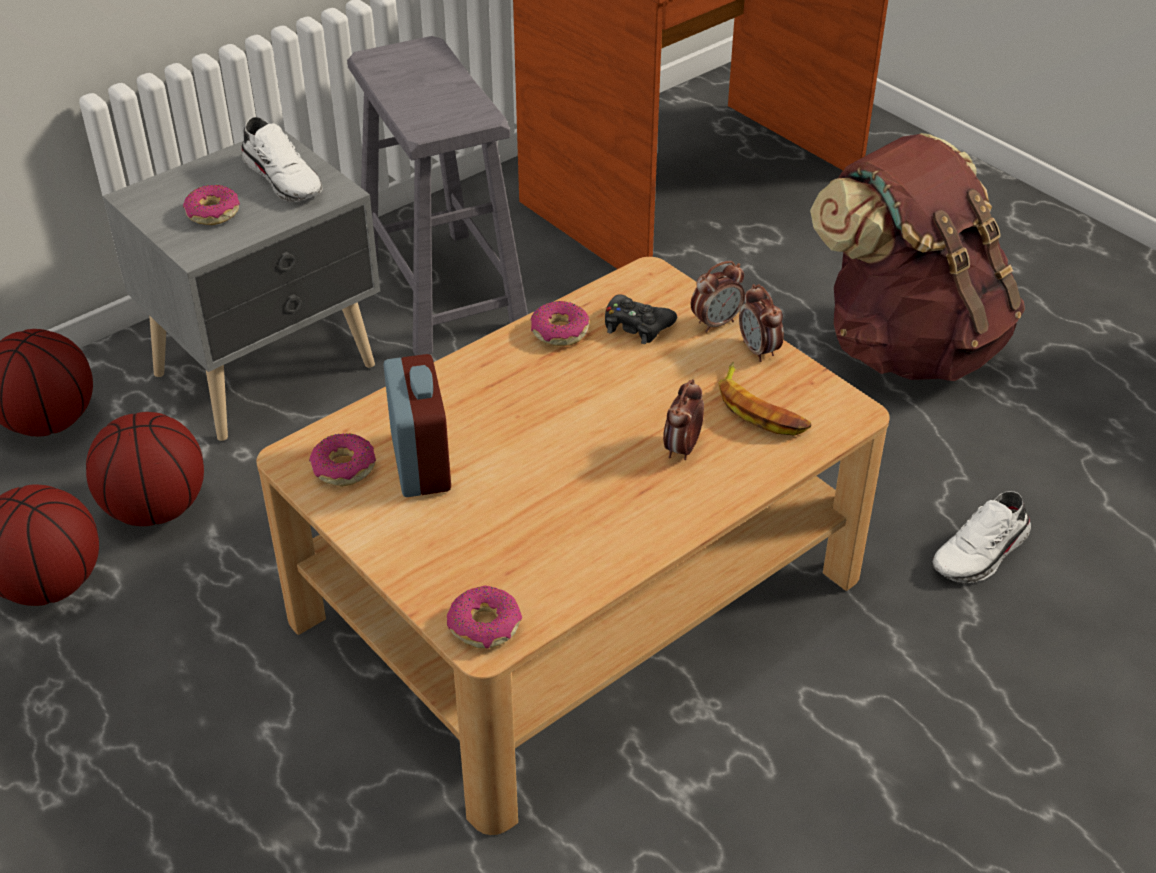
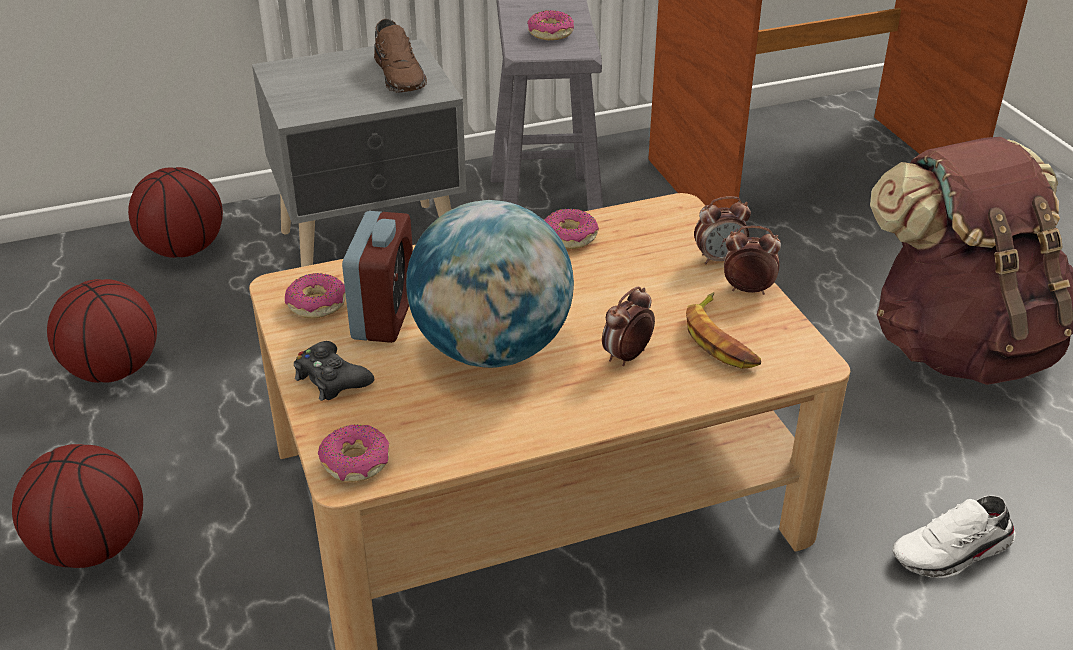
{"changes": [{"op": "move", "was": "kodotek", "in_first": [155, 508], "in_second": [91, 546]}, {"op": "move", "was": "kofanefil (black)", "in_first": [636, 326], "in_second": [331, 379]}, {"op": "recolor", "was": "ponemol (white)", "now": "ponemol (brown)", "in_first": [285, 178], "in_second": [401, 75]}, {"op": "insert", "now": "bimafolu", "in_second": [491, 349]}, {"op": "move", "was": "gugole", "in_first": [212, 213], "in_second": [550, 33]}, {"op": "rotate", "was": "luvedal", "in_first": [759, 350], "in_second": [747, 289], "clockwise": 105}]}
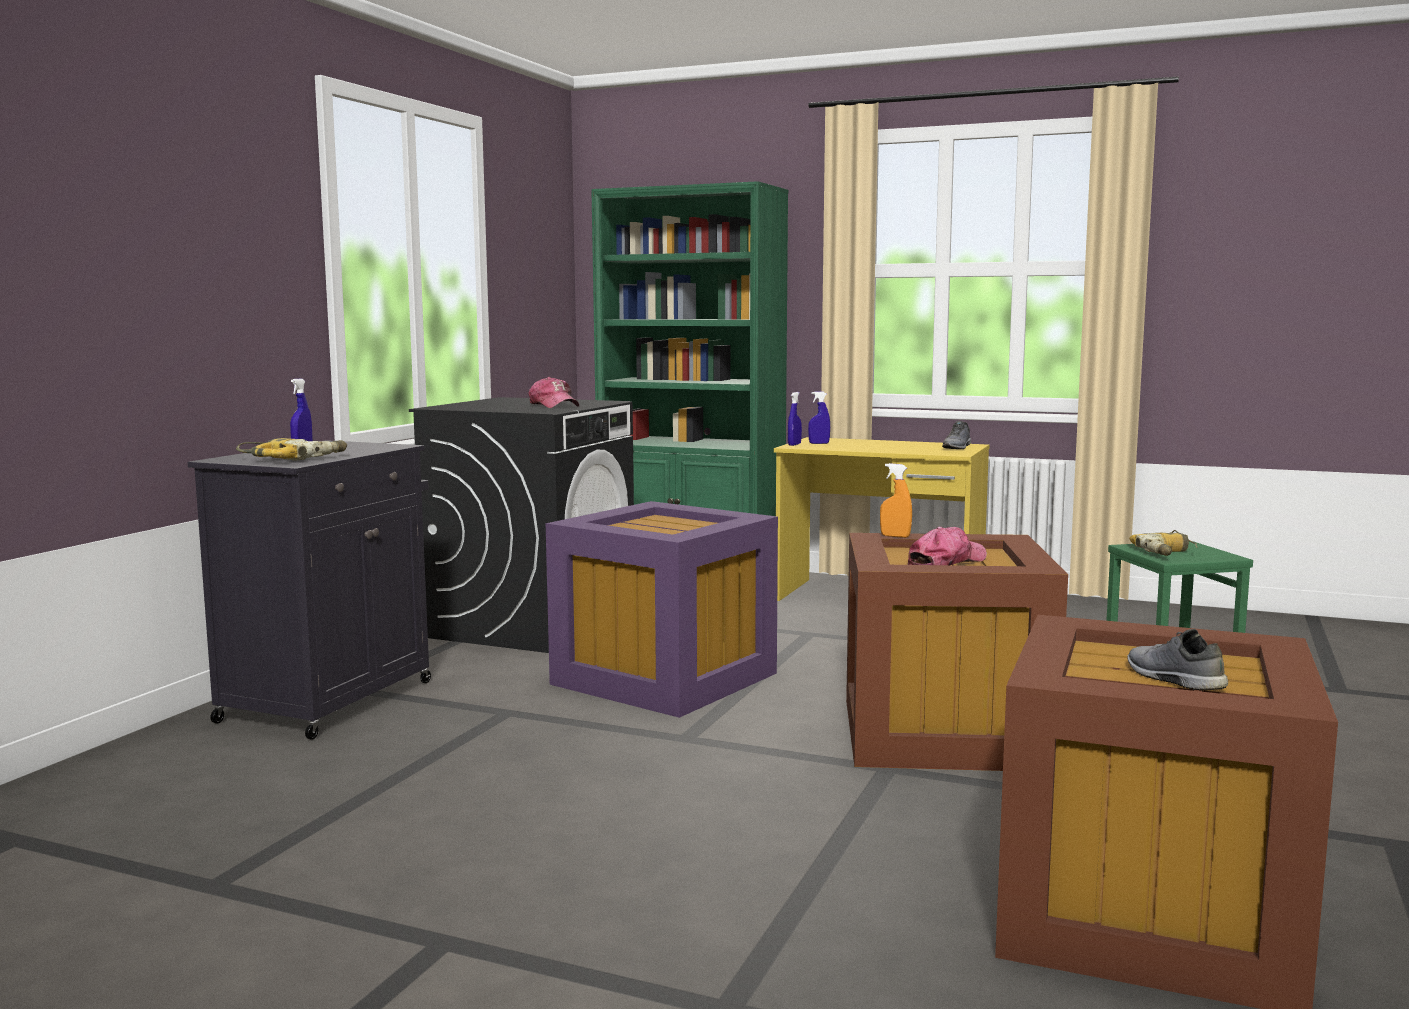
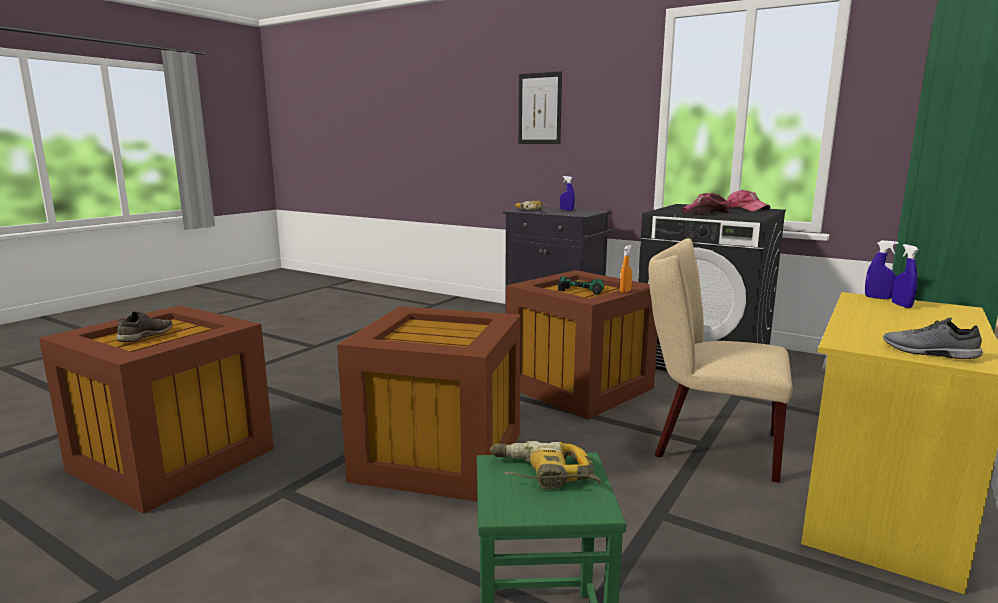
{"changes": [{"op": "rotate", "was": "ponemol (grey)", "in_first": [1172, 679], "in_second": [145, 336], "clockwise": -60}, {"op": "recolor", "was": "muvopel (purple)", "now": "muvopel (brown)", "in_first": [664, 677], "in_second": [582, 387]}, {"op": "insert", "now": "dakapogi", "in_second": [539, 108]}, {"op": "insert", "now": "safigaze", "in_second": [580, 292]}, {"op": "move", "was": "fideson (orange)", "in_first": [895, 536], "in_second": [625, 291]}, {"op": "insert", "now": "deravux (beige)", "in_second": [708, 445]}, {"op": "move", "was": "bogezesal", "in_first": [946, 562], "in_second": [745, 209]}]}
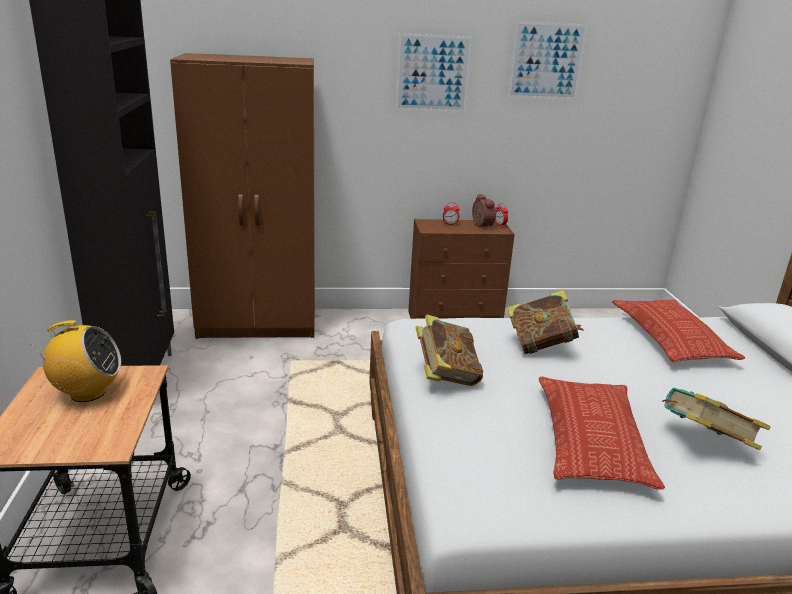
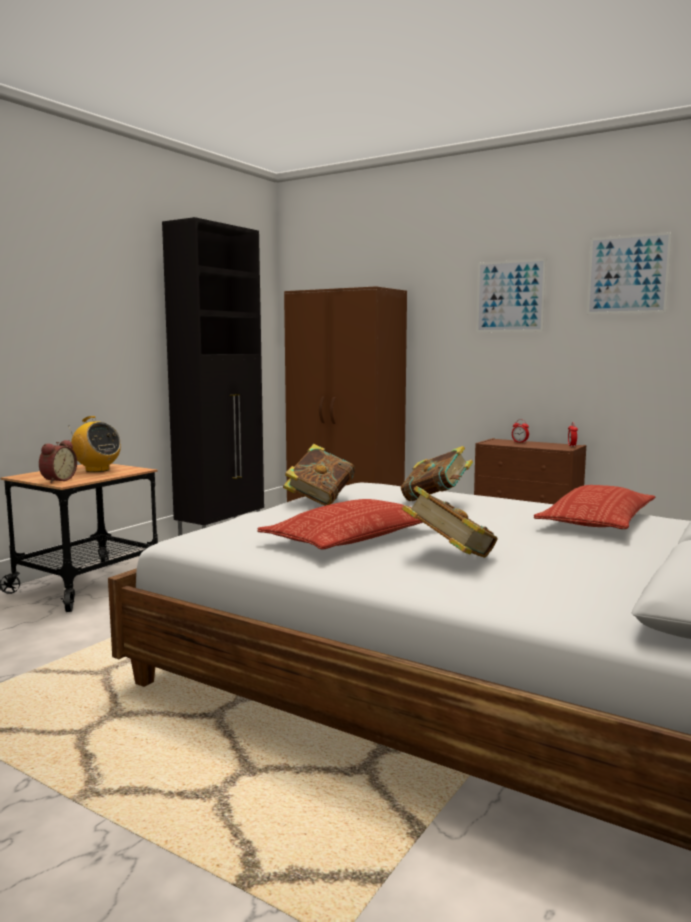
{"changes": [{"op": "move", "was": "luvedal", "in_first": [480, 226], "in_second": [57, 480]}]}
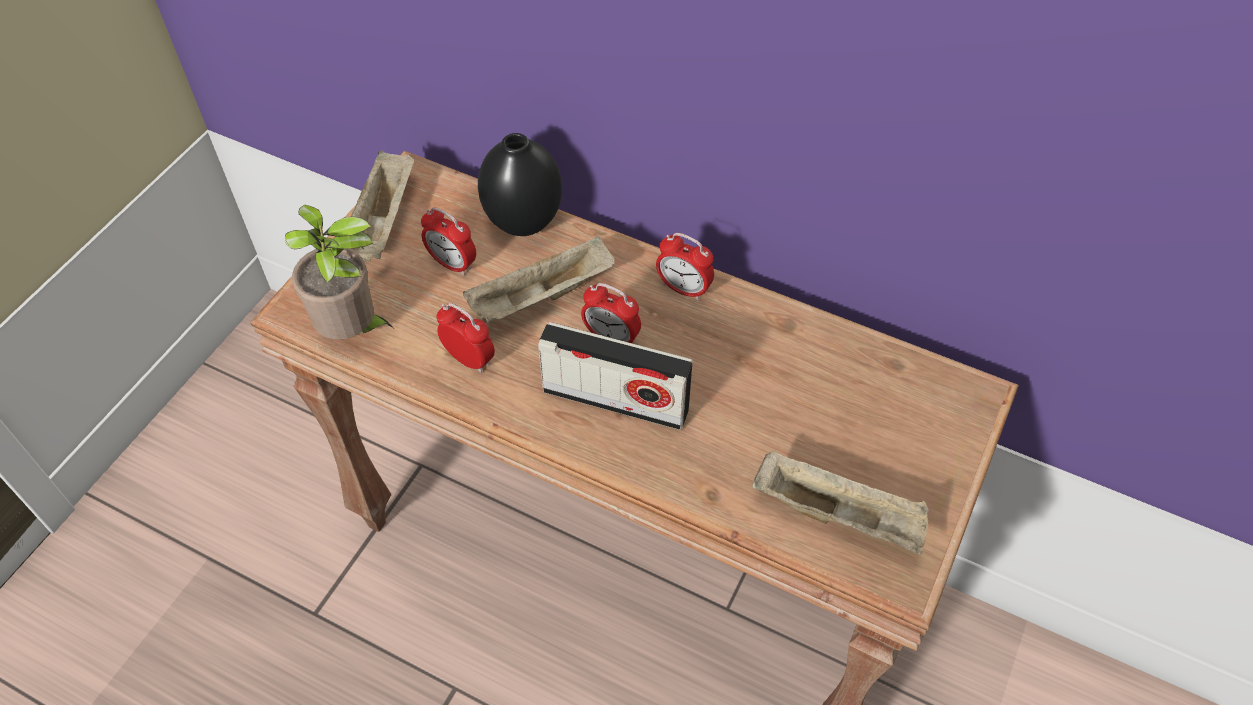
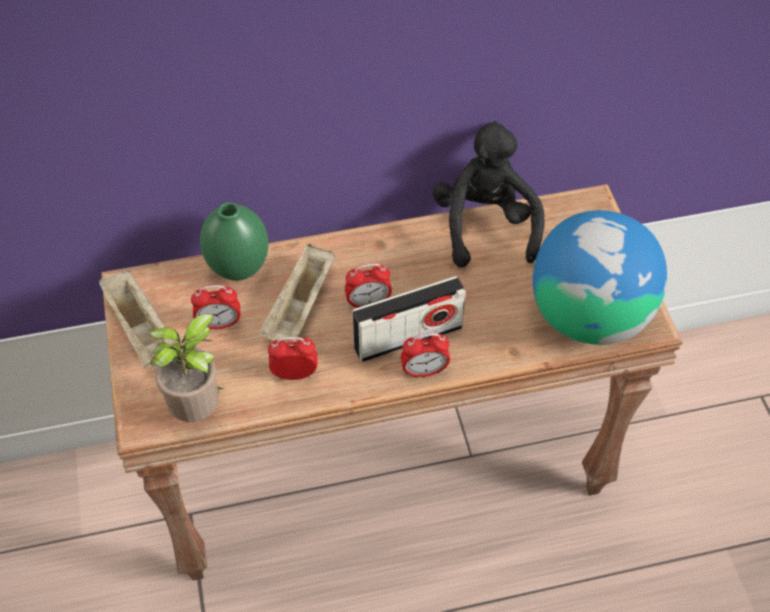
{"changes": [{"op": "recolor", "was": "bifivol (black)", "now": "bifivol (green)", "in_first": [523, 223], "in_second": [238, 268]}, {"op": "move", "was": "luvedal", "in_first": [684, 289], "in_second": [424, 371]}, {"op": "insert", "now": "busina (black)", "in_second": [485, 226]}, {"op": "replace", "was": "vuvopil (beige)", "now": "bimafolu", "in_first": [839, 515], "in_second": [588, 315]}]}
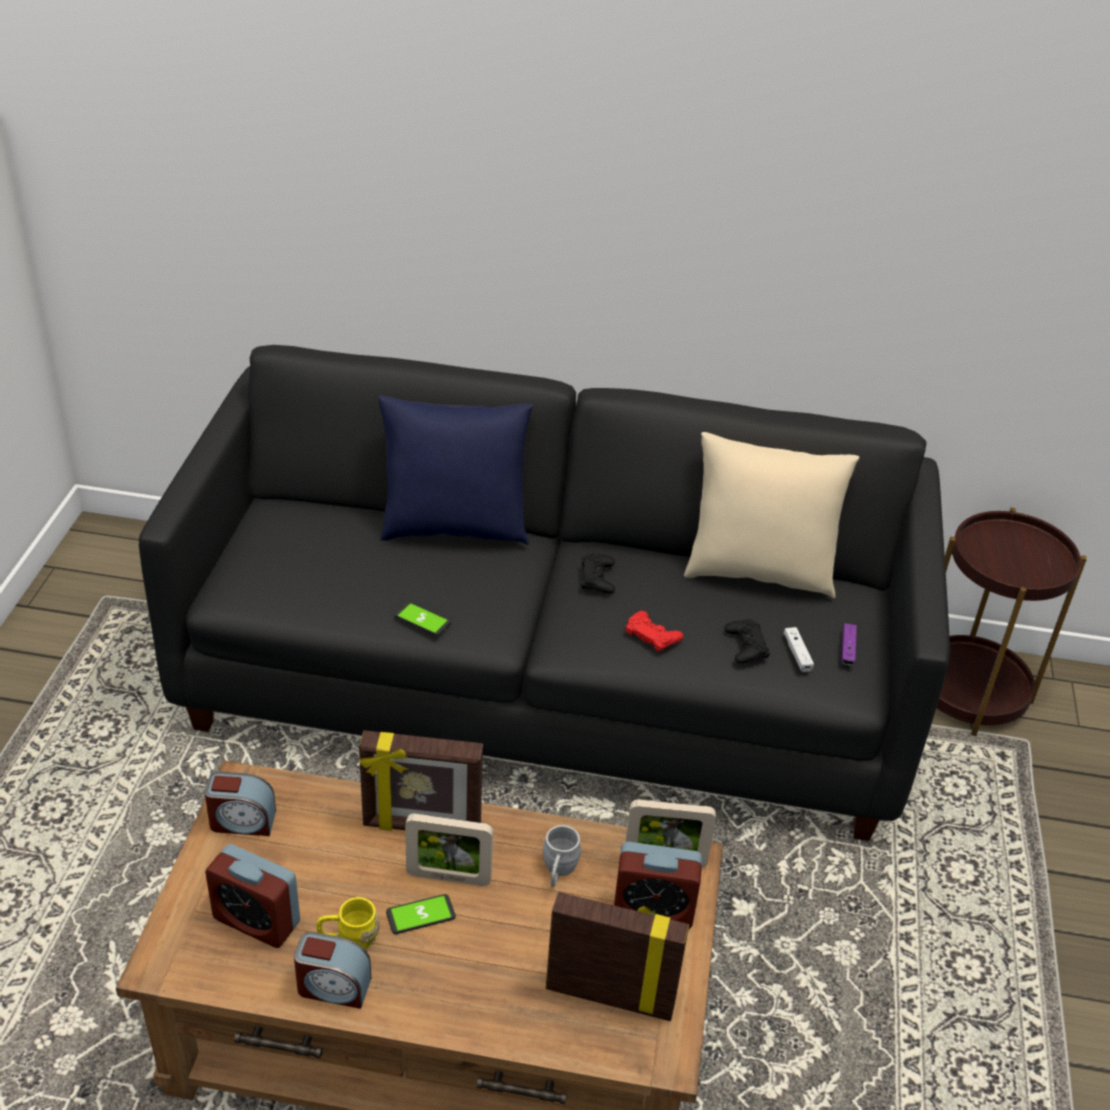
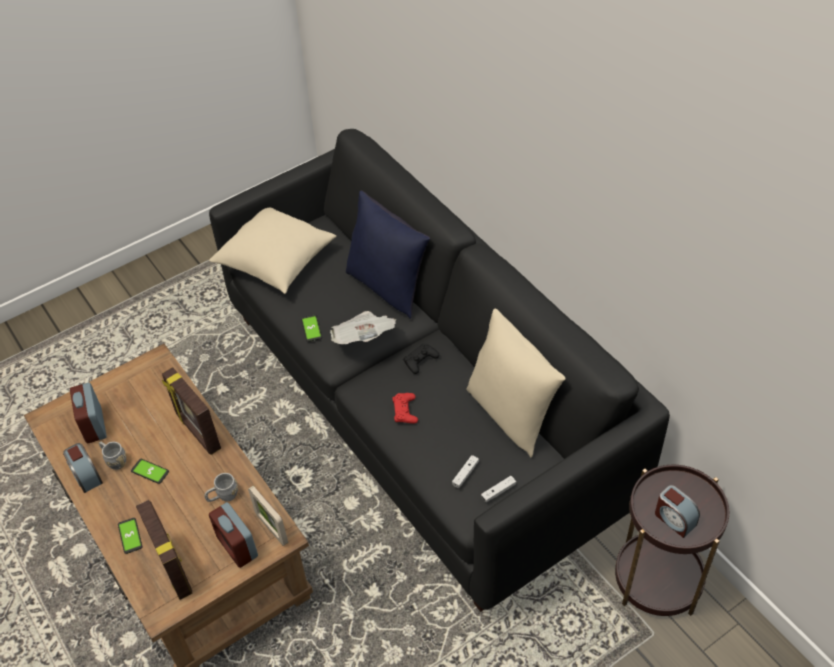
{"changes": [{"op": "recolor", "was": "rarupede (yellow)", "now": "rarupede (grey)", "in_first": [349, 939], "in_second": [114, 460]}, {"op": "insert", "now": "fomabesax", "in_second": [130, 536]}, {"op": "insert", "now": "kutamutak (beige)", "in_second": [275, 262]}, {"op": "insert", "now": "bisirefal", "in_second": [364, 339]}, {"op": "recolor", "was": "kofanefil (purple)", "now": "kofanefil (white)", "in_first": [847, 649], "in_second": [498, 491]}, {"op": "move", "was": "luvedal", "in_first": [242, 821], "in_second": [674, 519]}, {"op": "delete", "was": "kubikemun", "in_first": [448, 877]}, {"op": "delete", "was": "kofanefil (black)", "in_first": [746, 646]}]}
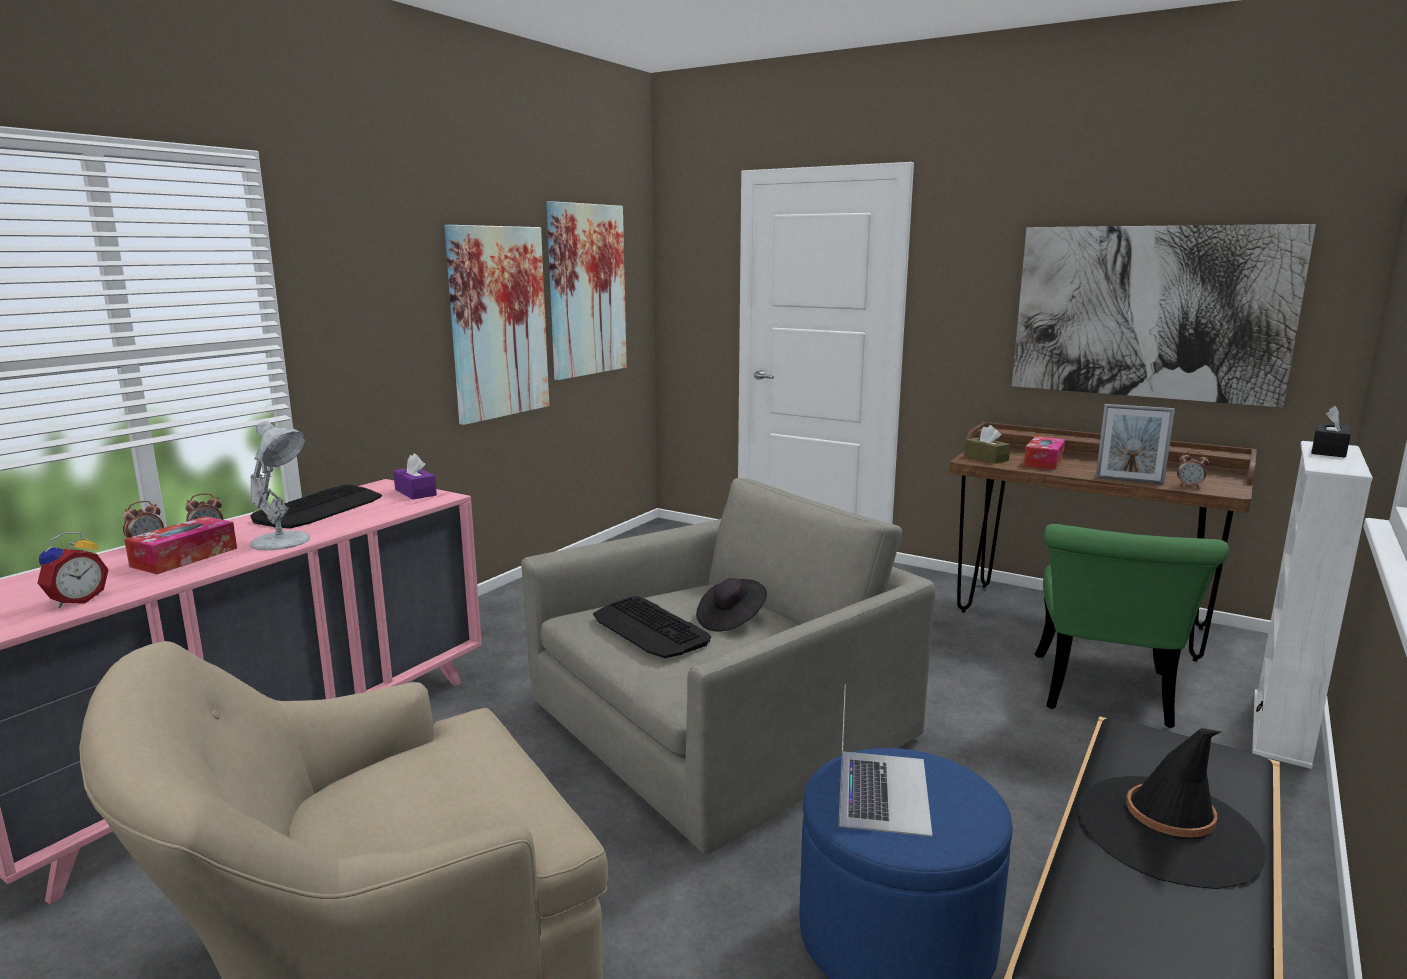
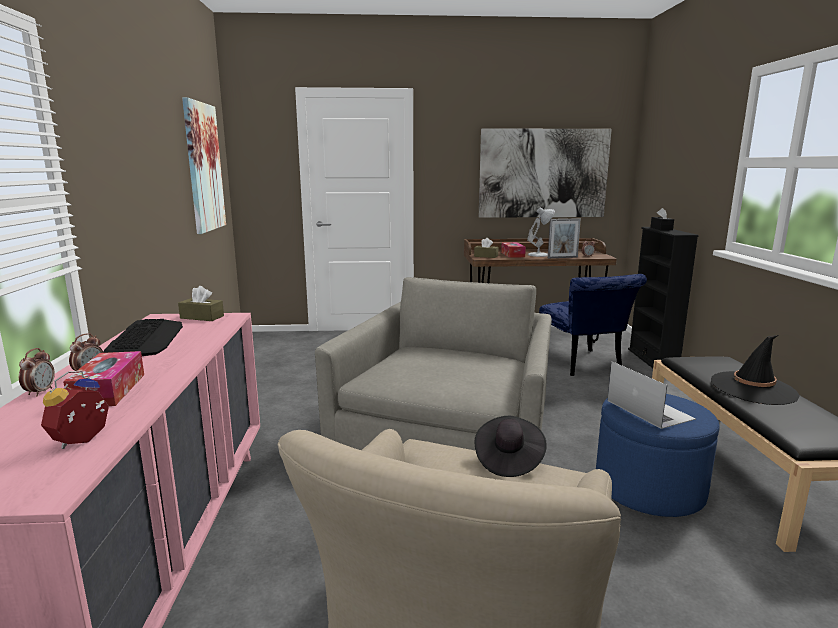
{"changes": [{"op": "rotate", "was": "luvedal", "in_first": [76, 600], "in_second": [83, 441], "clockwise": -150}, {"op": "recolor", "was": "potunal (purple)", "now": "potunal (brown)", "in_first": [415, 492], "in_second": [202, 317]}, {"op": "move", "was": "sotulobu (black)", "in_first": [731, 620], "in_second": [508, 460]}, {"op": "move", "was": "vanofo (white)", "in_first": [283, 541], "in_second": [539, 255]}, {"op": "recolor", "was": "deravux (green)", "now": "deravux (blue)", "in_first": [1103, 697], "in_second": [583, 365]}, {"op": "recolor", "was": "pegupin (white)", "now": "pegupin (black)", "in_first": [1281, 728], "in_second": [652, 360]}, {"op": "delete", "was": "dakapogi", "in_first": [498, 323]}, {"op": "delete", "was": "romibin", "in_first": [649, 629]}]}
